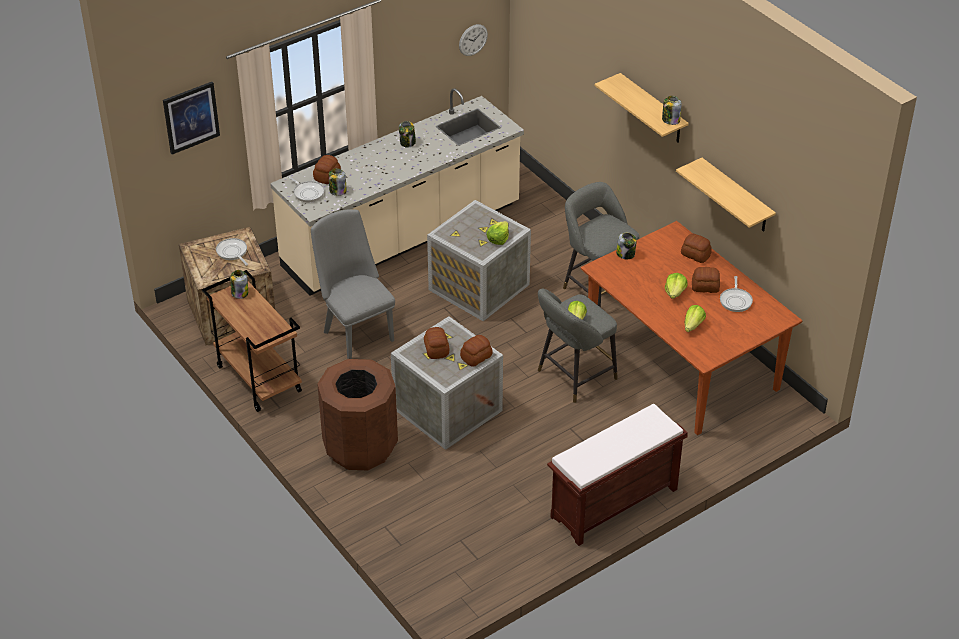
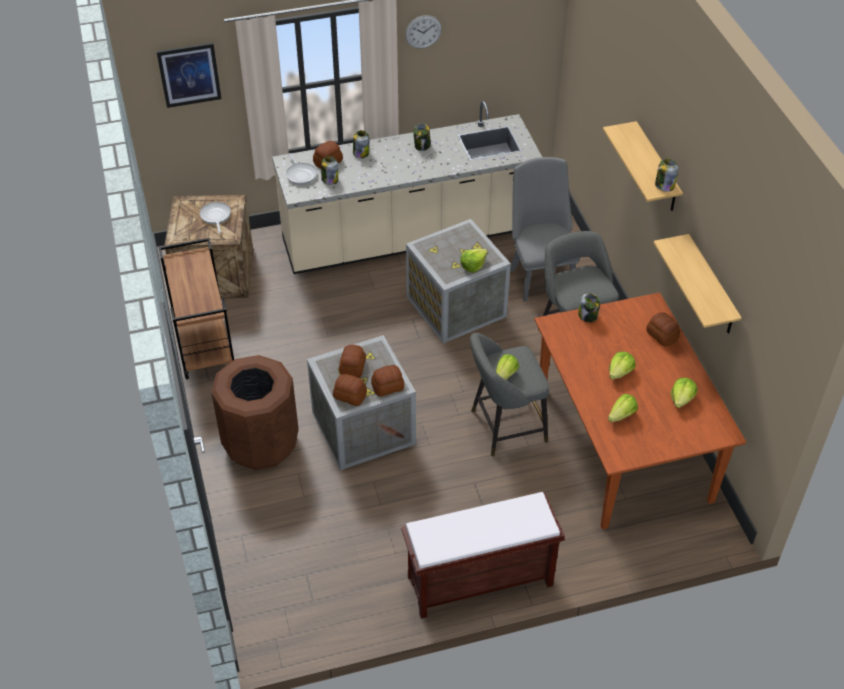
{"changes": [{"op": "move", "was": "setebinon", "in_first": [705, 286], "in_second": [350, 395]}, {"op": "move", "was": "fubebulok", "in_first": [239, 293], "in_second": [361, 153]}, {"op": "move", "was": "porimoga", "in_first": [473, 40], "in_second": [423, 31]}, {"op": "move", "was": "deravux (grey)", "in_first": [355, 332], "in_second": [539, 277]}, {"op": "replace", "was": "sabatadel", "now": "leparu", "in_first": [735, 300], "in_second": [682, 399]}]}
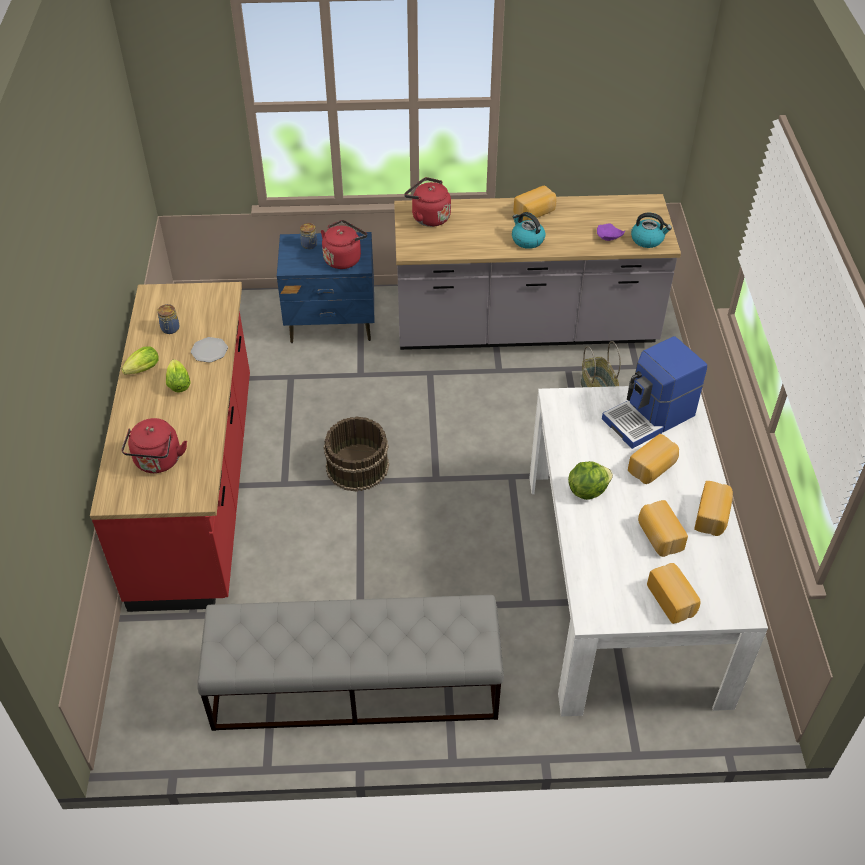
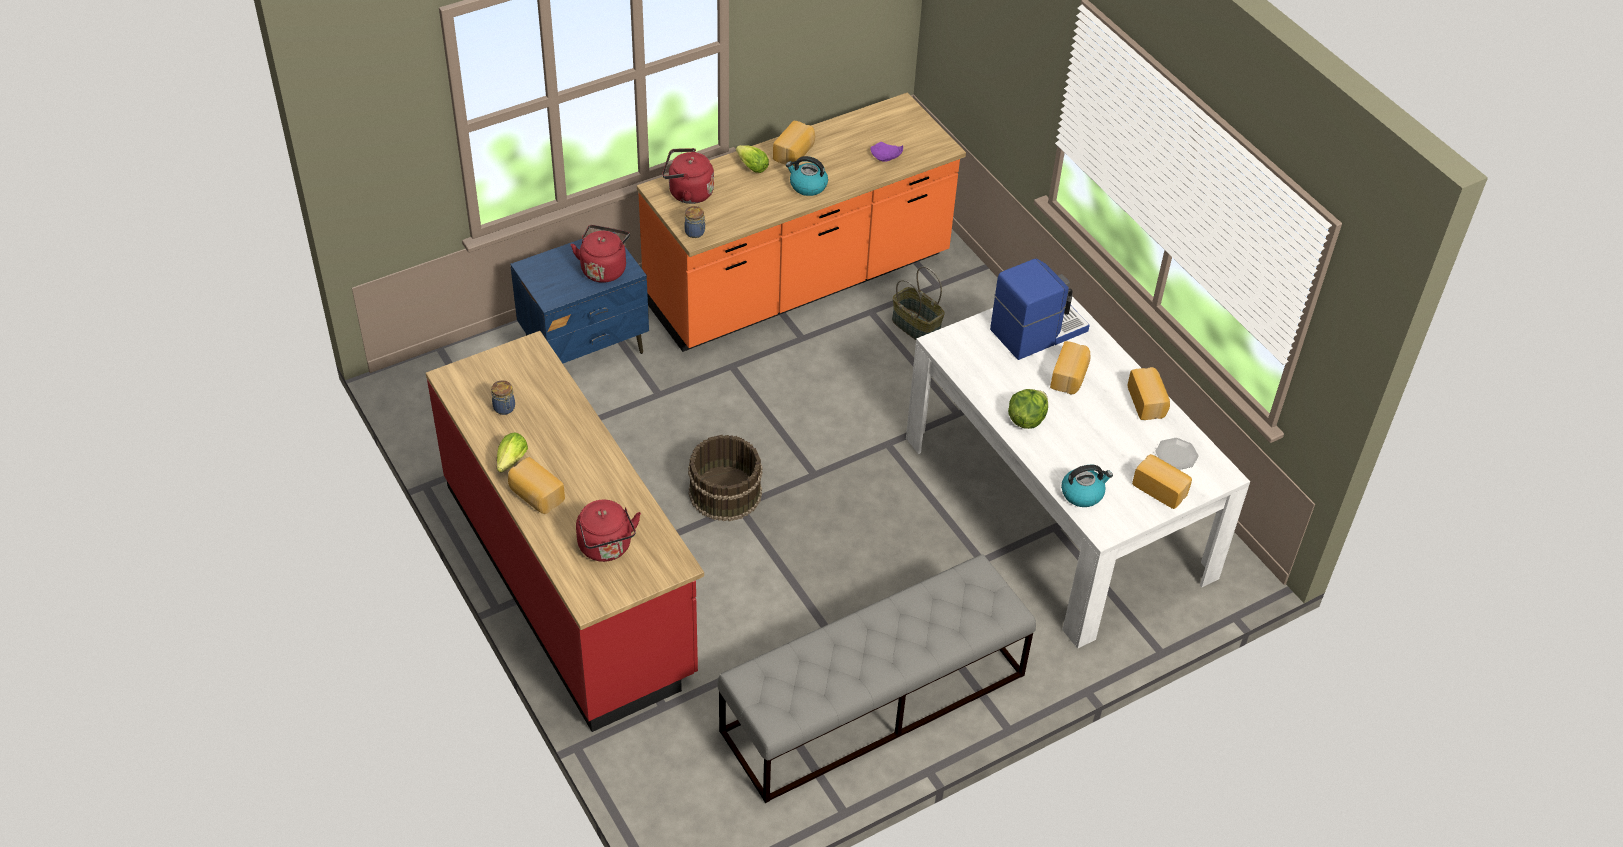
{"changes": [{"op": "move", "was": "setebinon", "in_first": [659, 536], "in_second": [535, 495]}, {"op": "recolor", "was": "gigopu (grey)", "now": "gigopu (orange)", "in_first": [525, 328], "in_second": [799, 282]}, {"op": "move", "was": "fubebulok", "in_first": [309, 245], "in_second": [695, 232]}, {"op": "move", "was": "leparu", "in_first": [178, 382], "in_second": [750, 166]}, {"op": "rotate", "was": "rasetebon", "in_first": [650, 418], "in_second": [1037, 330], "clockwise": -150}, {"op": "move", "was": "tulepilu", "in_first": [647, 240], "in_second": [1082, 493]}, {"op": "move", "was": "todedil", "in_first": [209, 351], "in_second": [1176, 455]}]}
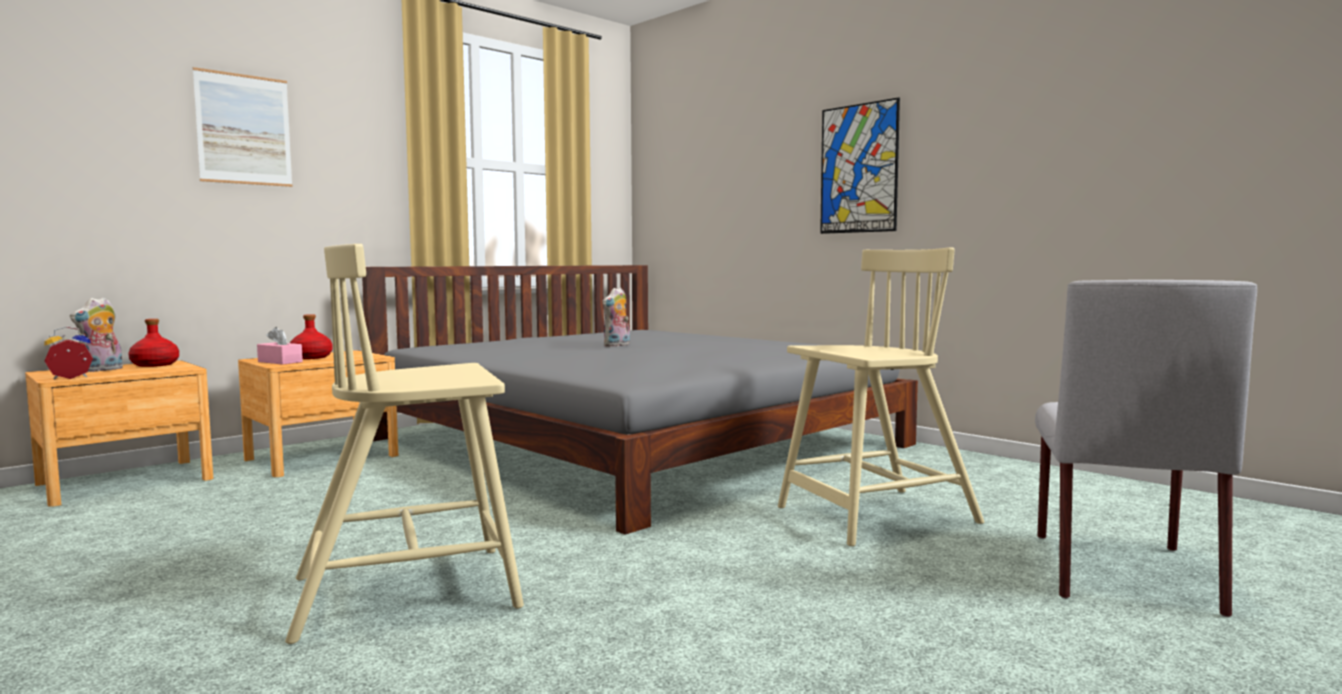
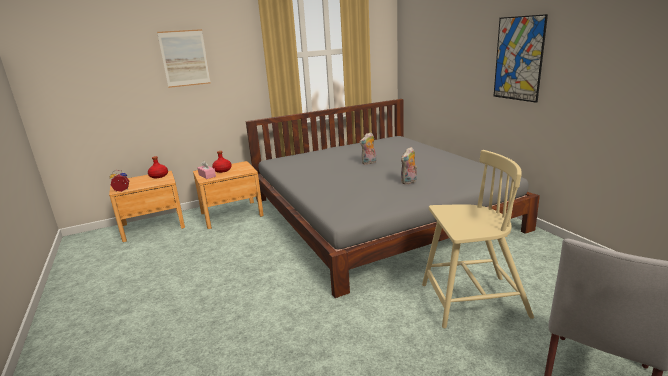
{"changes": [{"op": "move", "was": "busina", "in_first": [101, 370], "in_second": [409, 182]}, {"op": "delete", "was": "deravux (beige)", "in_first": [411, 591]}]}
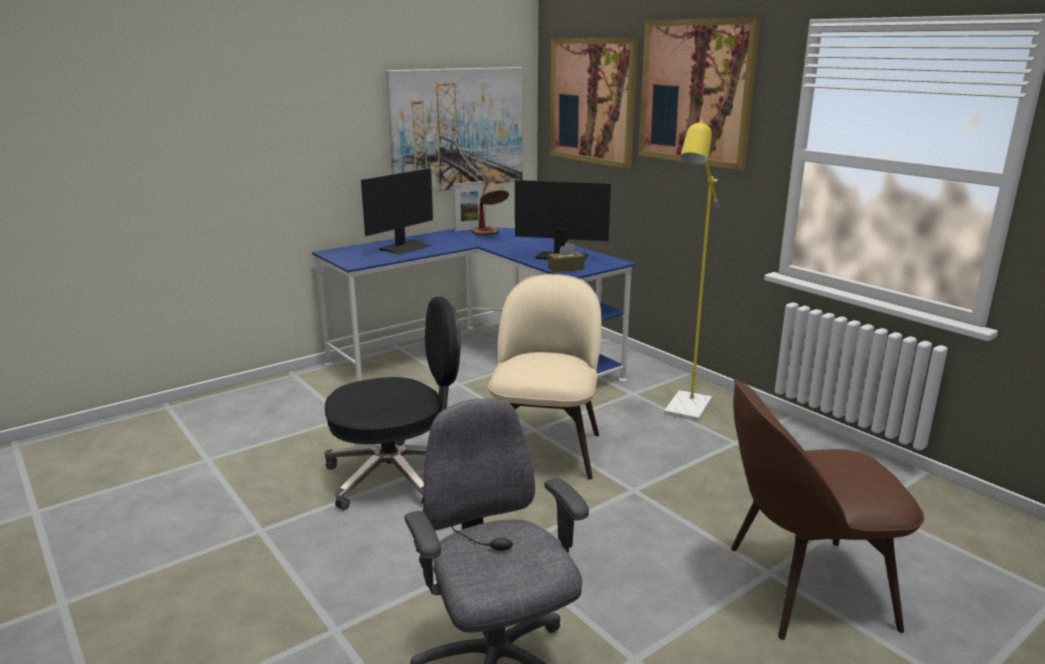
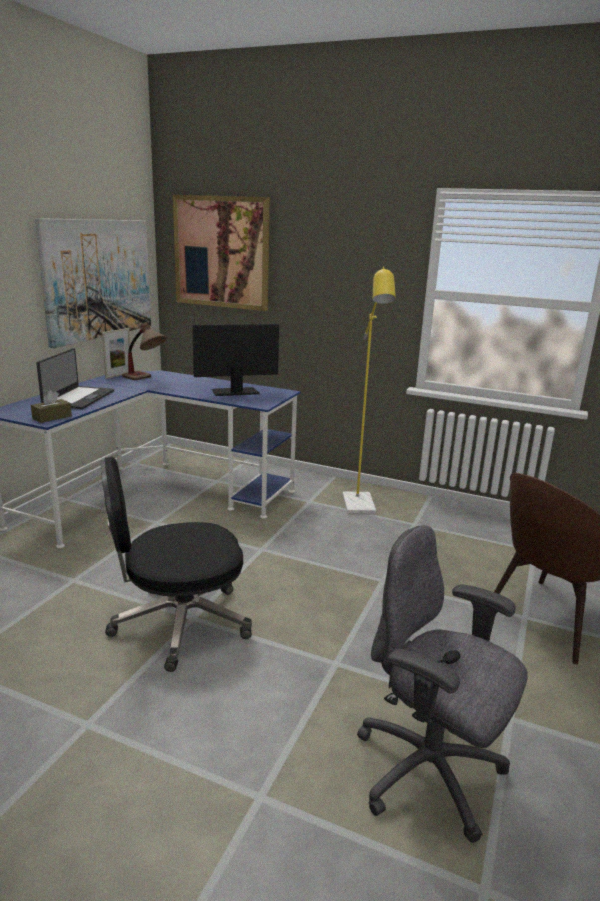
{"changes": [{"op": "move", "was": "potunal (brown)", "in_first": [566, 268], "in_second": [52, 417]}, {"op": "replace", "was": "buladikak", "now": "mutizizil", "in_first": [406, 247], "in_second": [78, 398]}, {"op": "rotate", "was": "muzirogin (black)", "in_first": [396, 475], "in_second": [178, 623], "clockwise": -150}, {"op": "delete", "was": "deravux (beige)", "in_first": [545, 448]}, {"op": "delete", "was": "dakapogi", "in_first": [695, 92]}]}
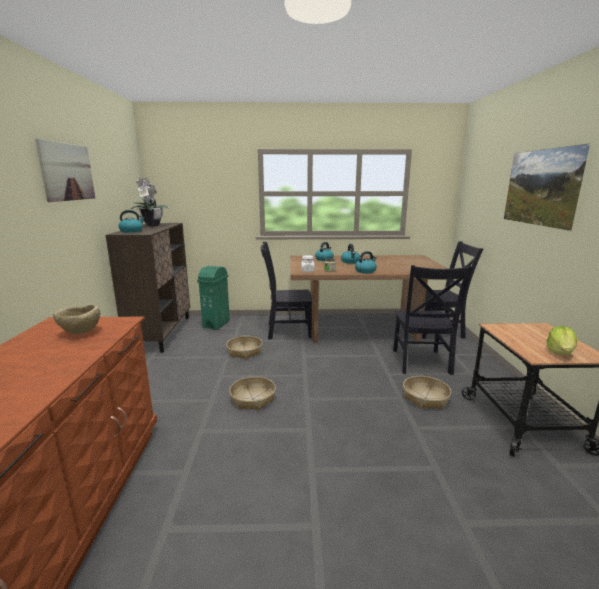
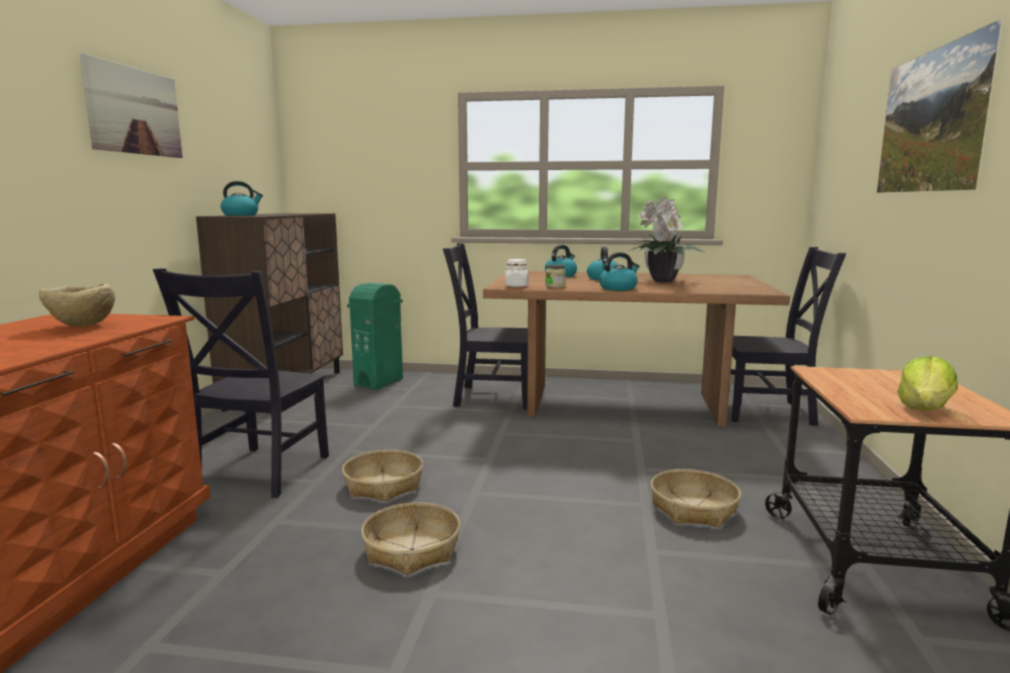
{"changes": [{"op": "move", "was": "deravux (black)", "in_first": [421, 363], "in_second": [259, 473]}, {"op": "move", "was": "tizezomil", "in_first": [244, 352], "in_second": [411, 549]}, {"op": "move", "was": "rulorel", "in_first": [152, 226], "in_second": [663, 281]}]}
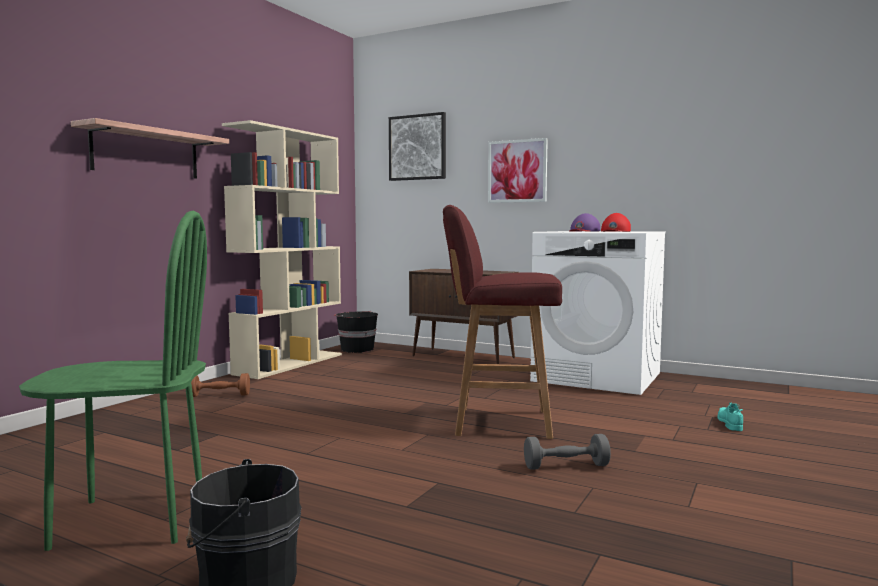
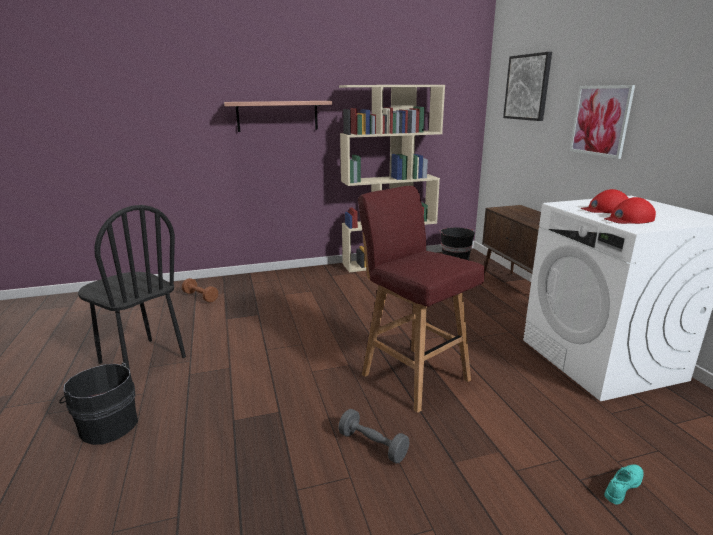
{"changes": [{"op": "recolor", "was": "deravux (green)", "now": "deravux (black)", "in_first": [131, 520], "in_second": [141, 360]}, {"op": "move", "was": "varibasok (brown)", "in_first": [219, 395], "in_second": [200, 297]}, {"op": "recolor", "was": "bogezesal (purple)", "now": "bogezesal (red)", "in_first": [583, 231], "in_second": [605, 209]}]}
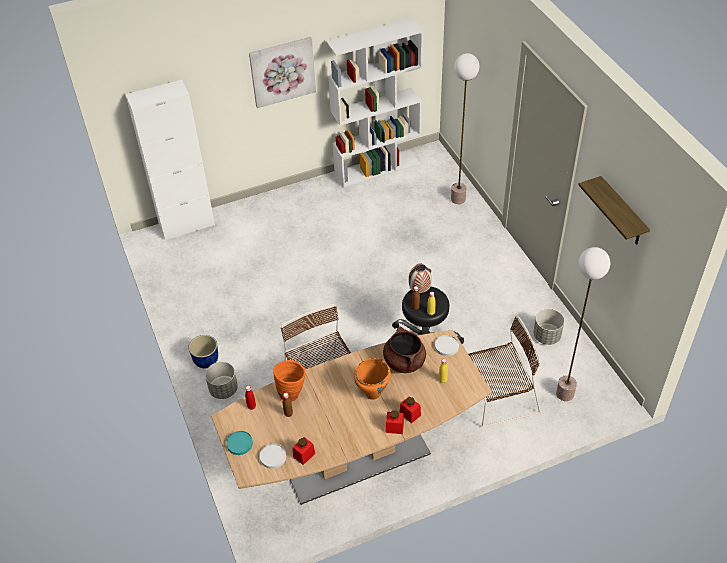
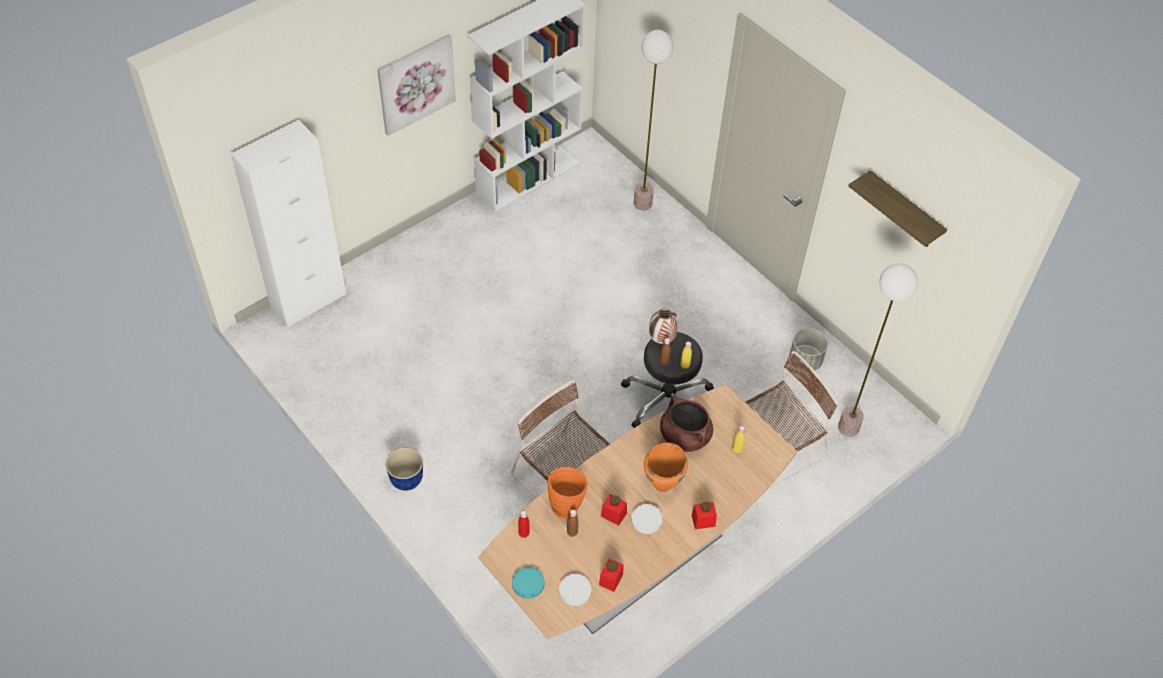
{"changes": [{"op": "move", "was": "fubebulok (red)", "in_first": [410, 414], "in_second": [613, 514]}, {"op": "move", "was": "todedil (white)", "in_first": [446, 346], "in_second": [646, 520]}, {"op": "delete", "was": "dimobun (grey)", "in_first": [223, 390]}]}
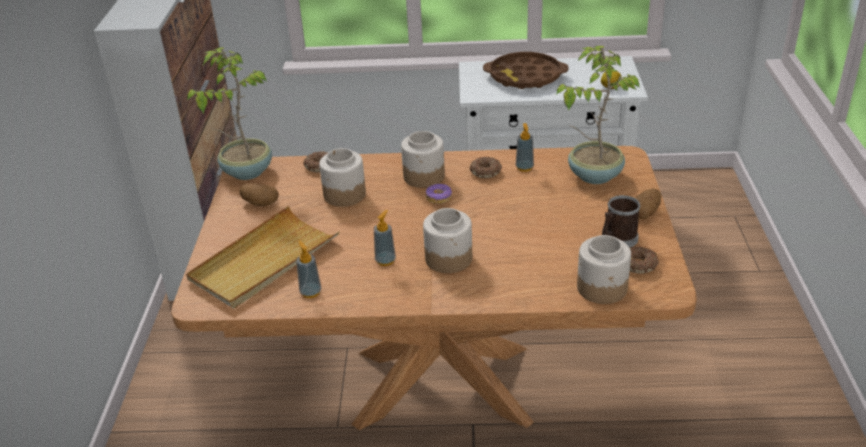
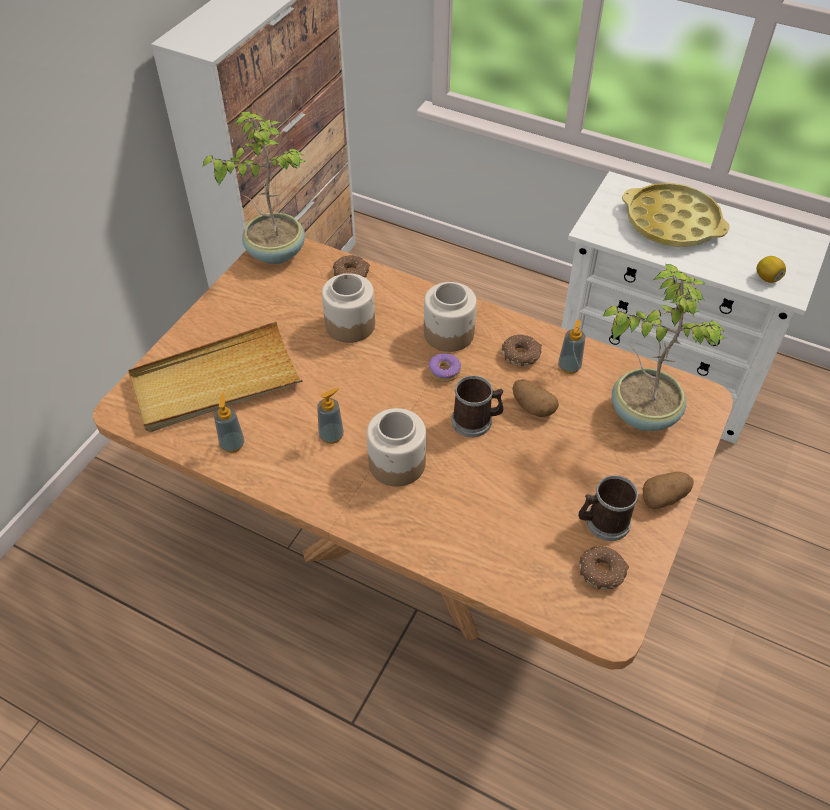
{"changes": [{"op": "insert", "now": "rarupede", "in_second": [476, 421]}, {"op": "move", "was": "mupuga", "in_first": [259, 203], "in_second": [532, 407]}, {"op": "recolor", "was": "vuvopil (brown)", "now": "vuvopil (yellow)", "in_first": [525, 77], "in_second": [672, 223]}, {"op": "delete", "was": "fubebulok", "in_first": [602, 288]}]}
